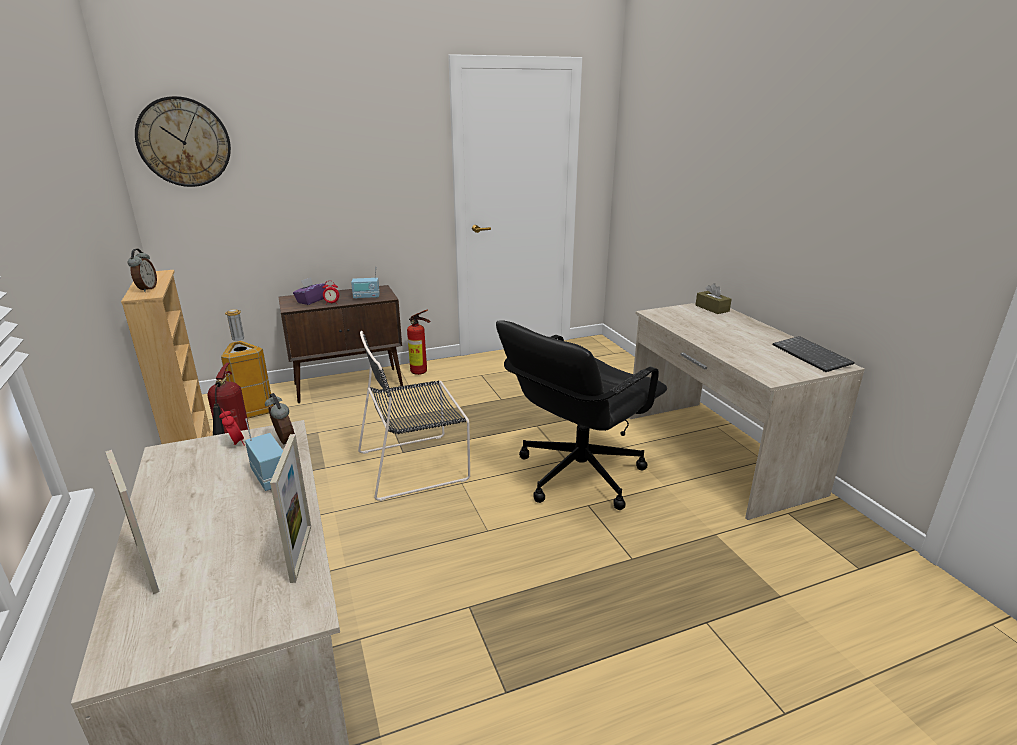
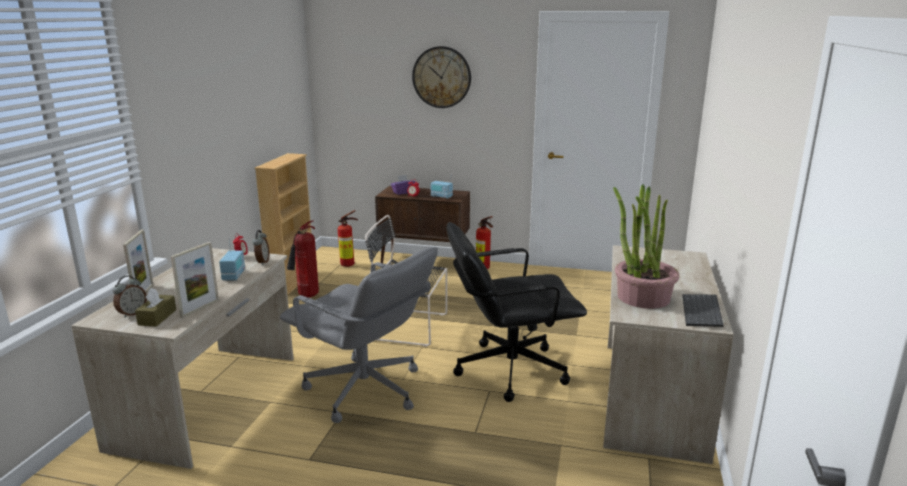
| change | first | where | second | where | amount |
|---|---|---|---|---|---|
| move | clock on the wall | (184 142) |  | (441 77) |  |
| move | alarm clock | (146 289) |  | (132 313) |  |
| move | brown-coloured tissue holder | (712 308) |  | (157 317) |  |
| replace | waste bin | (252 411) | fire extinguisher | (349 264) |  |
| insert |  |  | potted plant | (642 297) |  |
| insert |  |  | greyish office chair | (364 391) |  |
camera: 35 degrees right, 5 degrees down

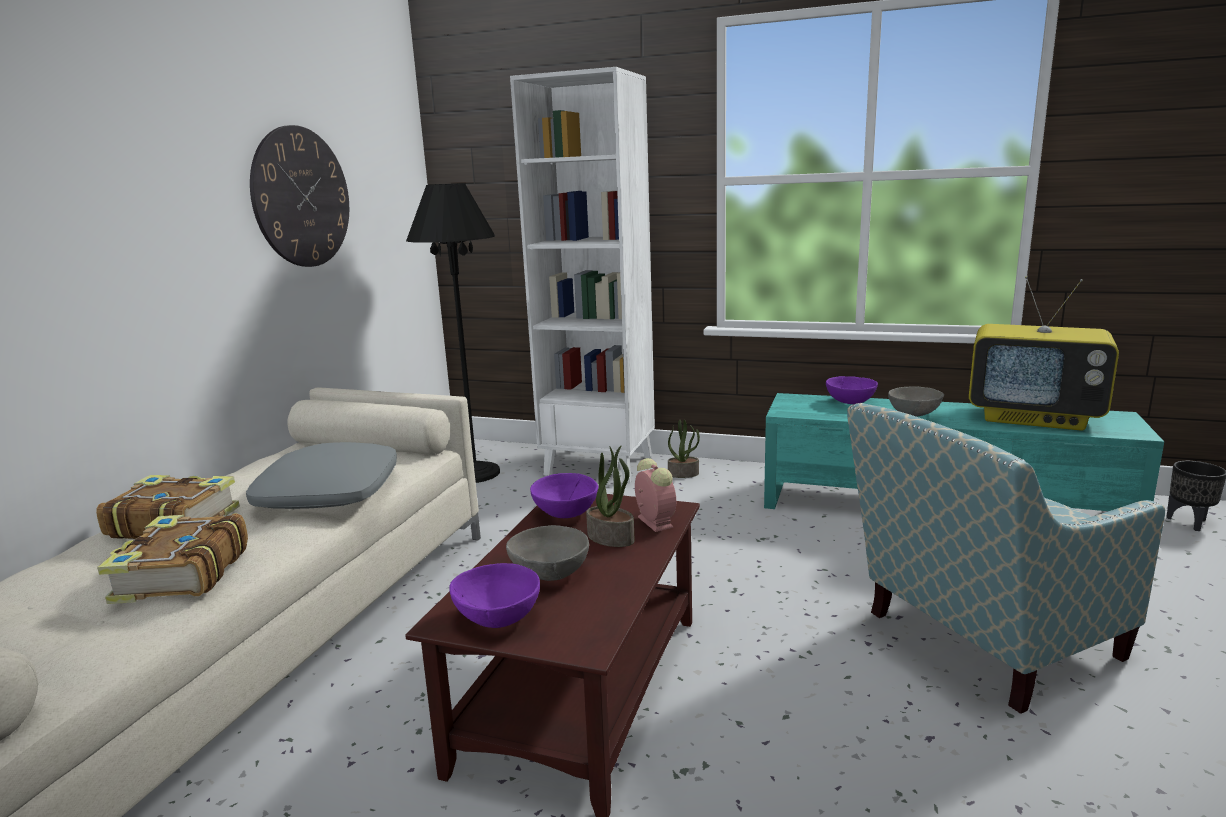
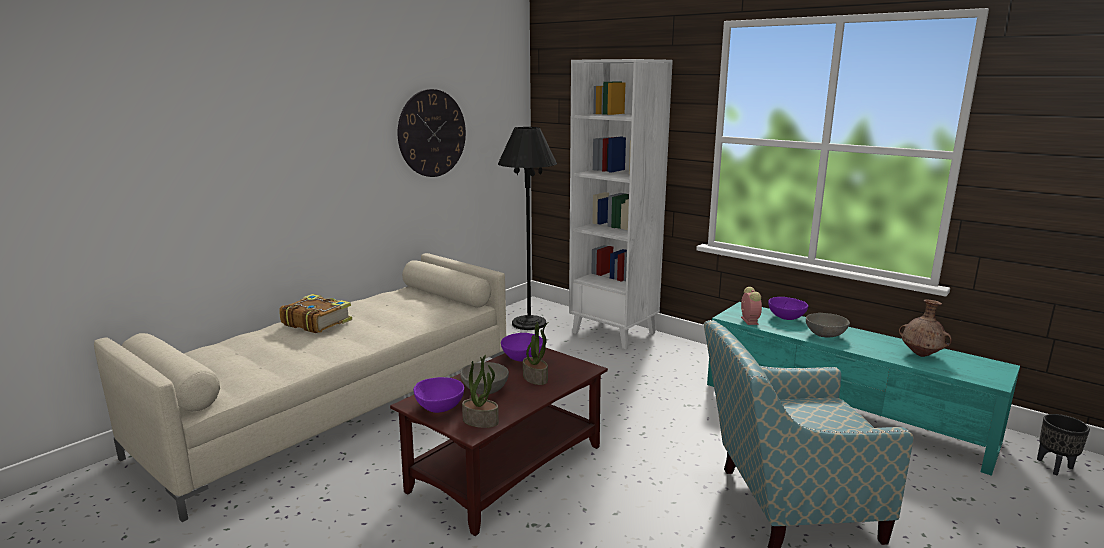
| change | first | where | second | where | amount |
|---|---|---|---|---|---|
| replace | television | (1034 418) | brown-coloured flower vase | (921 355) |  |
| move | potted plant | (683 474) |  | (481 421) |  |
| delete | greyish throw pillow | (328 493) |  |  |  |
| move | alarm clock | (653 521) |  | (748 320) |  |
| delete | bound book | (180 575) |  |  |  |
camera: 20 degrees right, 0 degrees up

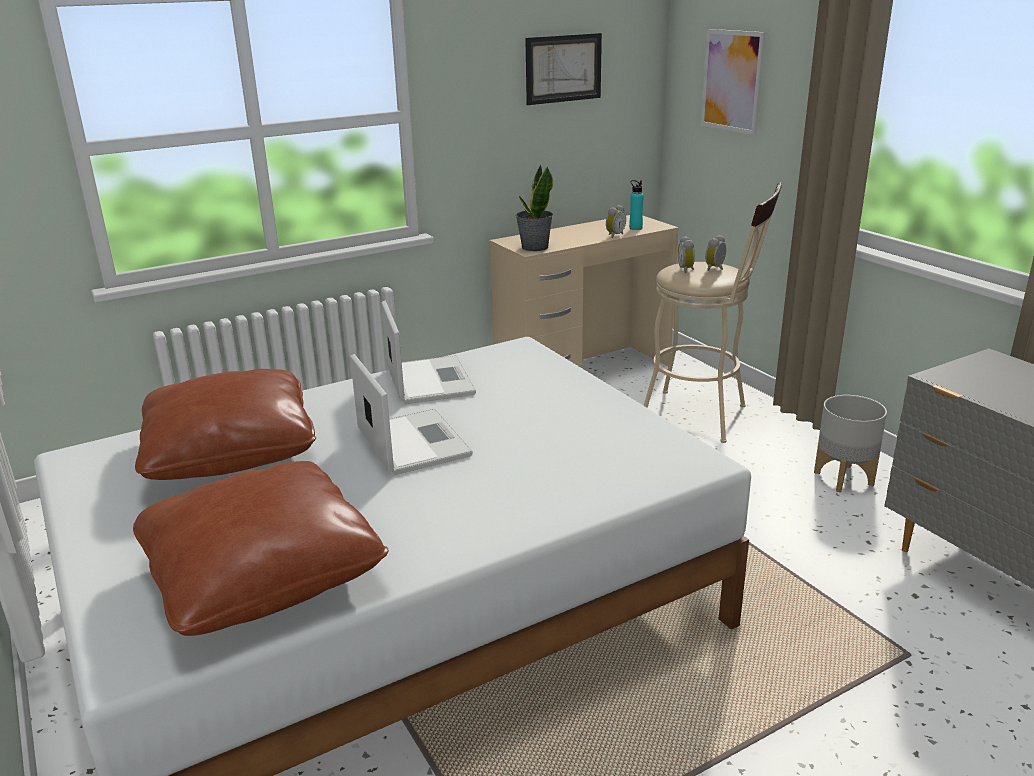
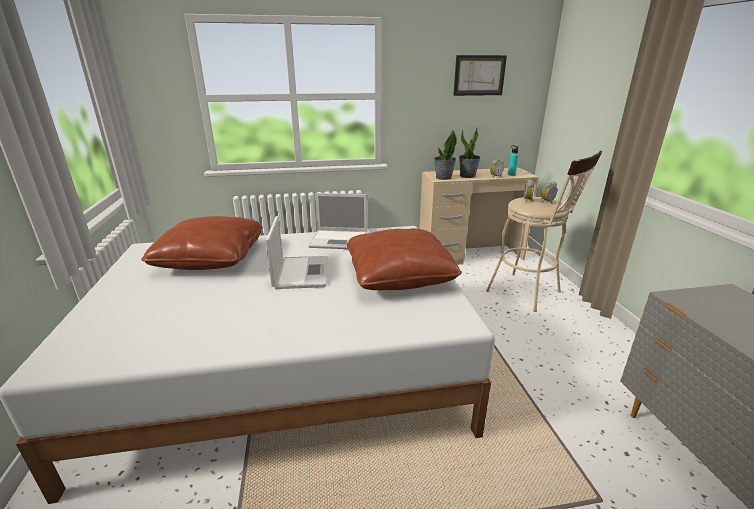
| change | first | where | second | where | amount |
|---|---|---|---|---|---|
| delete | wall art | (732 81) |  |  |  |
| rotate | laptop | (429 380) |  | (340 240) | 90 degrees clockwise |
| delete | greyish plant pot | (844 478) |  |  |  |
| move | brown-coloured throw pillow | (263 574) |  | (399 275) |  |
| insert |  |  | potted plant | (467 176) |  |
camera: 20 degrees right, 0 degrees up

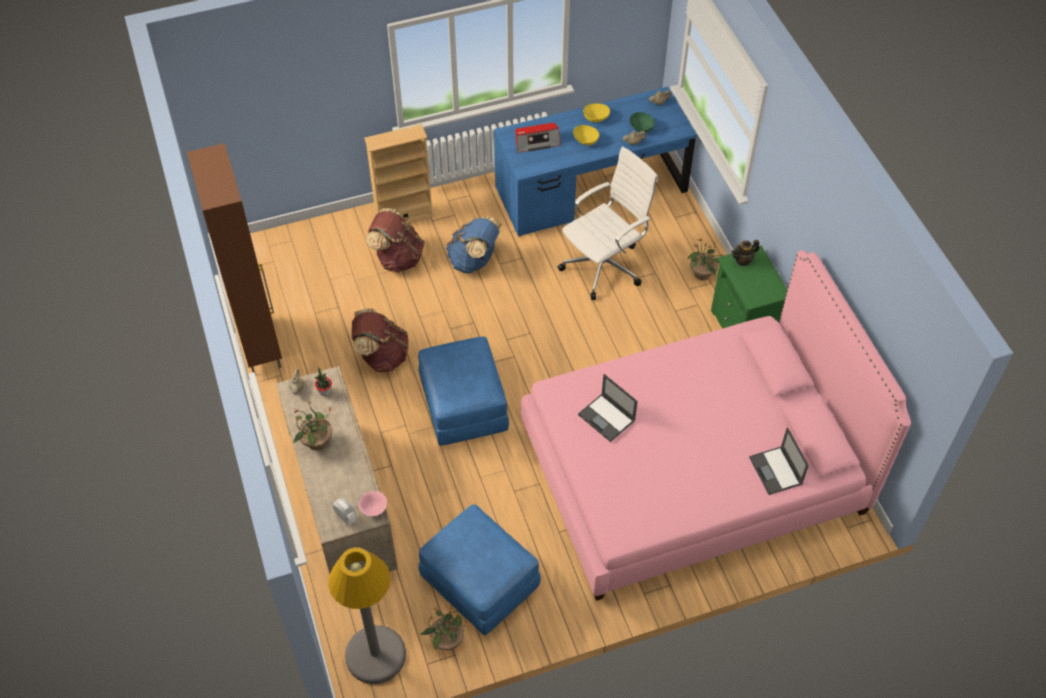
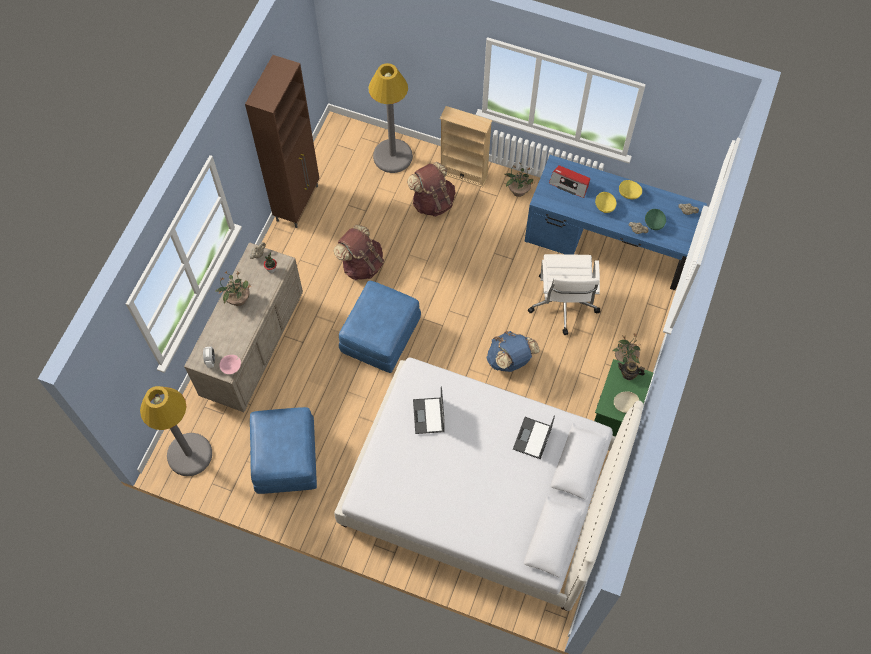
| change | first | where | second | where | amount |
|---|---|---|---|---|---|
| rotate | white office chair | (605 266) |  | (563 304) | 90 degrees clockwise |
| move | bluish backpack | (474 261) |  | (510 360) |  |
| recolor | pinkish bedroom bed | (693 469) | white bedroom bed | (482 490) |  |
| move | laptop | (776 471) |  | (532 438) |  |
| move | potted plant | (446 640) |  | (518 190) |  |
| insert |  |  | greyish standard lamp | (393 156) |  |
| insert |  |  | sand-coloured serving bowl | (625 405) |  |
camera: 40 degrees right, 10 degrees up

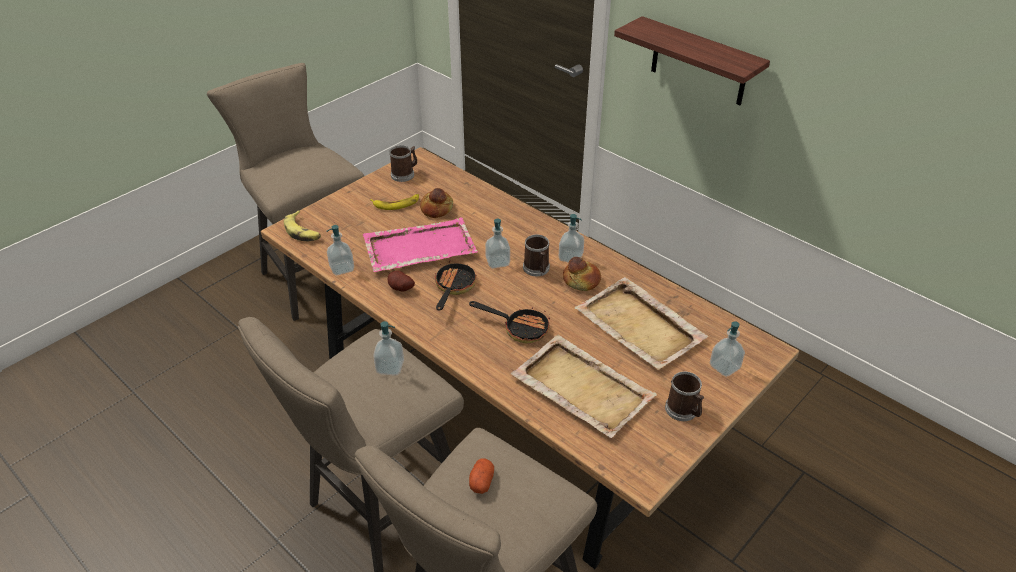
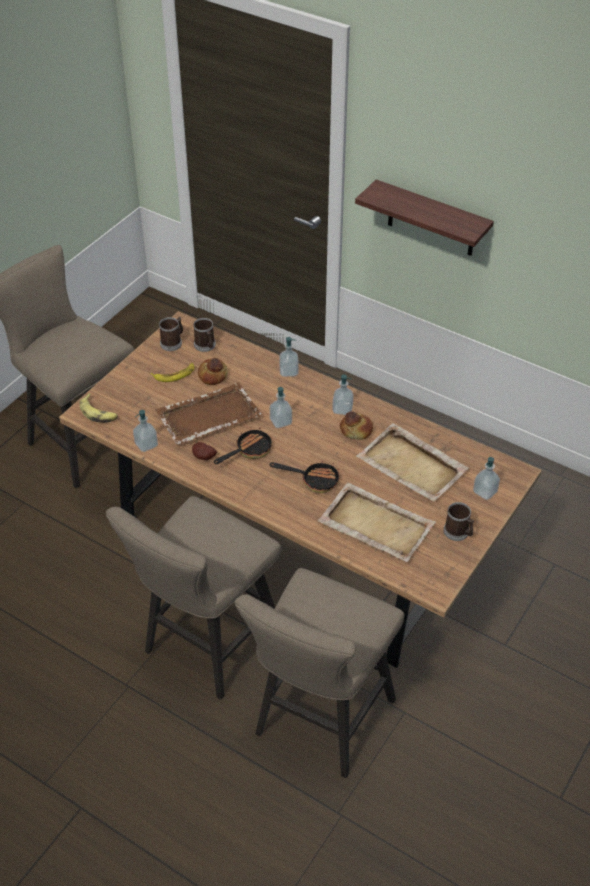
| change | first | where | second | where | amount |
|---|---|---|---|---|---|
| recolor | pinkish carrying tray | (418 248) | brown-coloured carrying tray | (208 416) |  |
| move | coffee mug | (537 269) |  | (206 346) |  |
| rotate | skillet | (453 288) |  | (249 450) | 45 degrees clockwise |
| move | soap dispenser | (390 367) |  | (289 371) |  |
| delete | whole potato | (481 481) |  |  |  |
camera: 10 degrees left, 5 degrees up

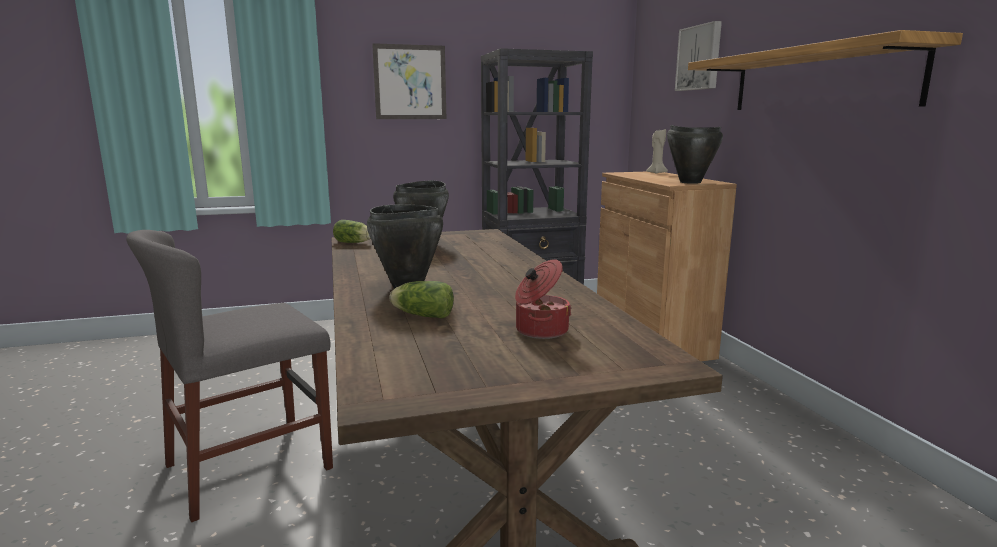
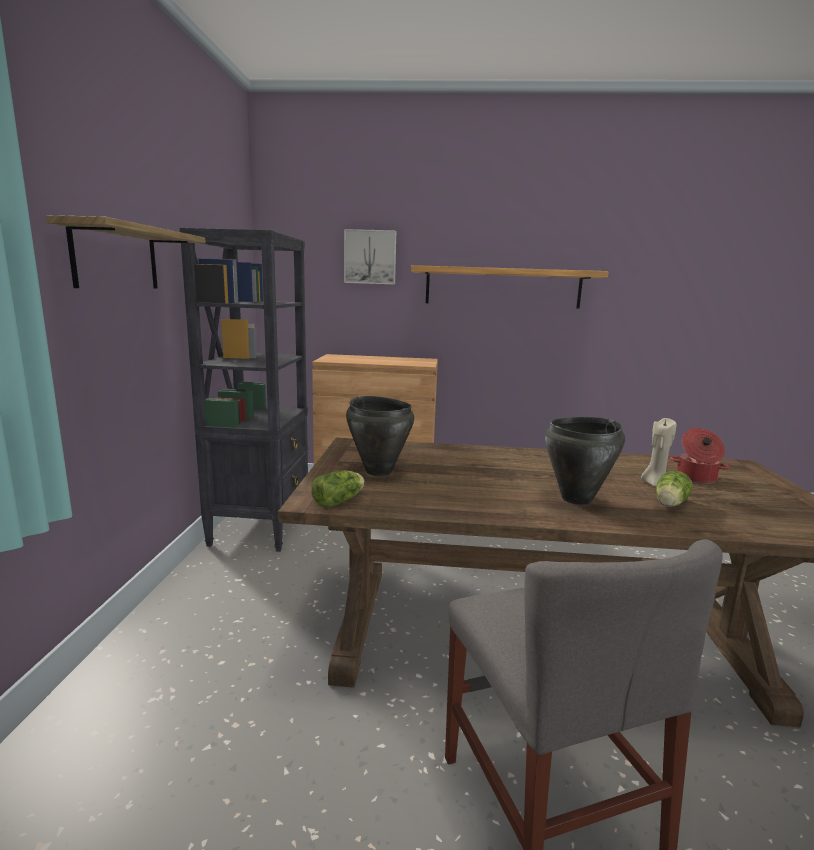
| change | first | where | second | where | amount |
|---|---|---|---|---|---|
| replace | wall art | (410 82) | shelf | (116 258) |  |
| delete | black cooking pot | (690 182) |  |  |  |
| move | sand-coloured wax light | (656 173) |  | (654 483) |  |
camera: 70 degrees left, 0 degrees up

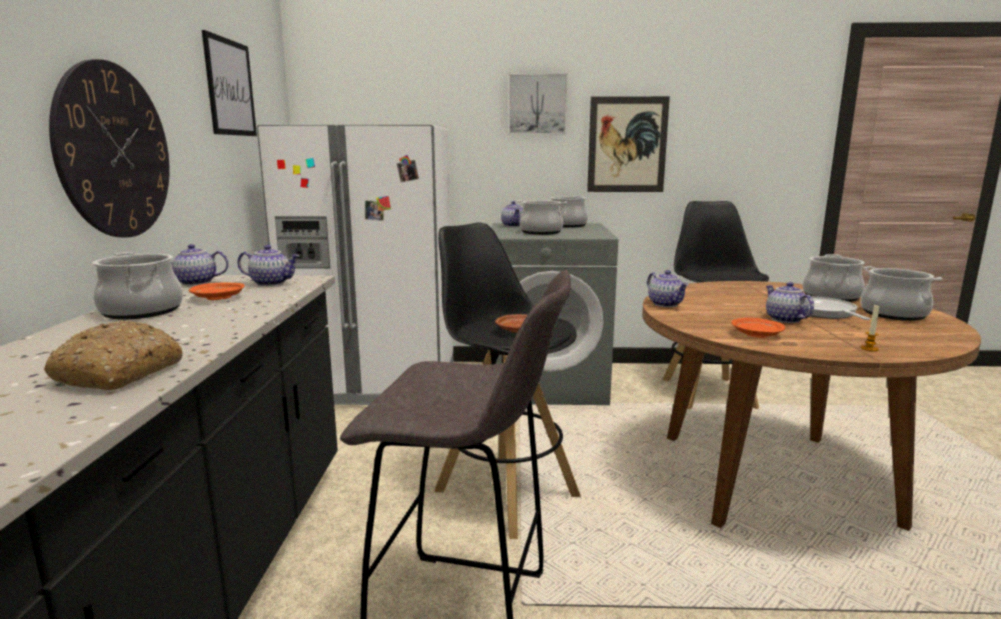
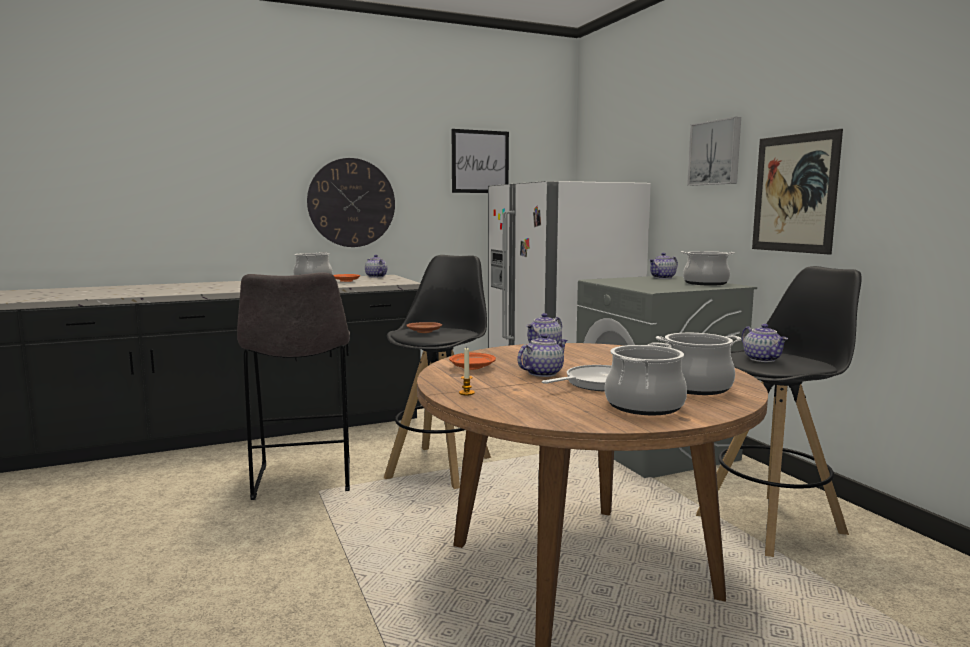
| change | first | where | second | where | amount |
|---|---|---|---|---|---|
| delete | cooking pot | (541 232) |  |  |  |
| move | teapot | (271 283) |  | (763 359) |  |
| delete | bread | (120 373) |  |  |  |
camera: 65 degrees right, 5 degrees down

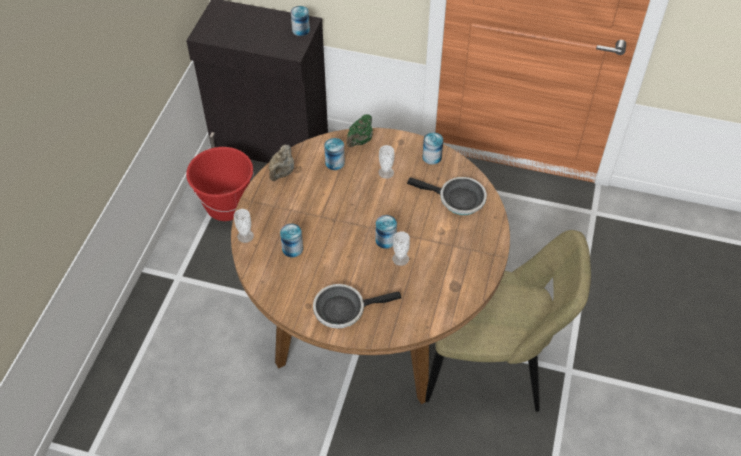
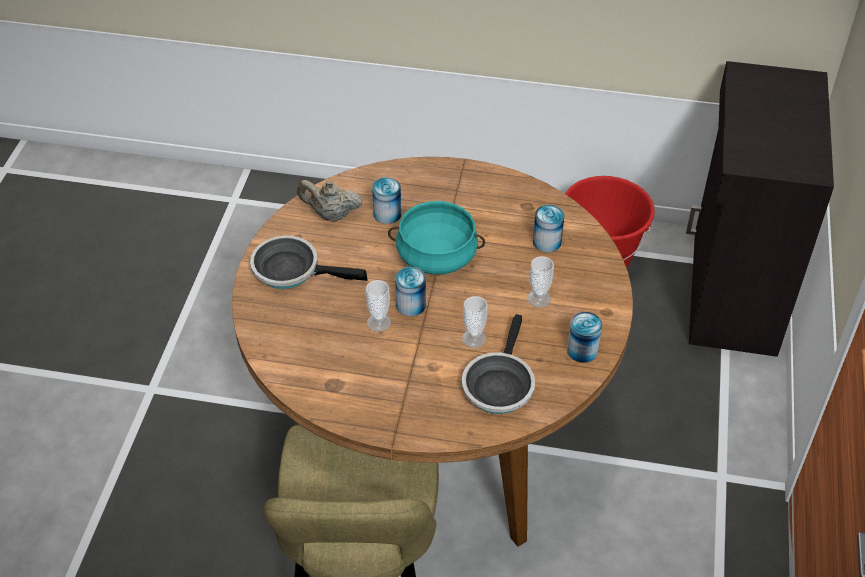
| change | first | where | second | where | amount |
|---|---|---|---|---|---|
| delete | can | (301 30) |  |  |  |
| delete | green teapot | (359 141) |  |  |  |
| move | sand-coloured teapot | (282 173) |  | (330 215) |  |
| move | cup | (245 236) |  | (474 338) |  |
| rotate | skillet | (343 309) |  | (292 270) | 60 degrees counterclockwise |
| insert |  |  | blue-green cooking pot | (436 257) |  |
camera: 85 degrees right, 5 degrees down

